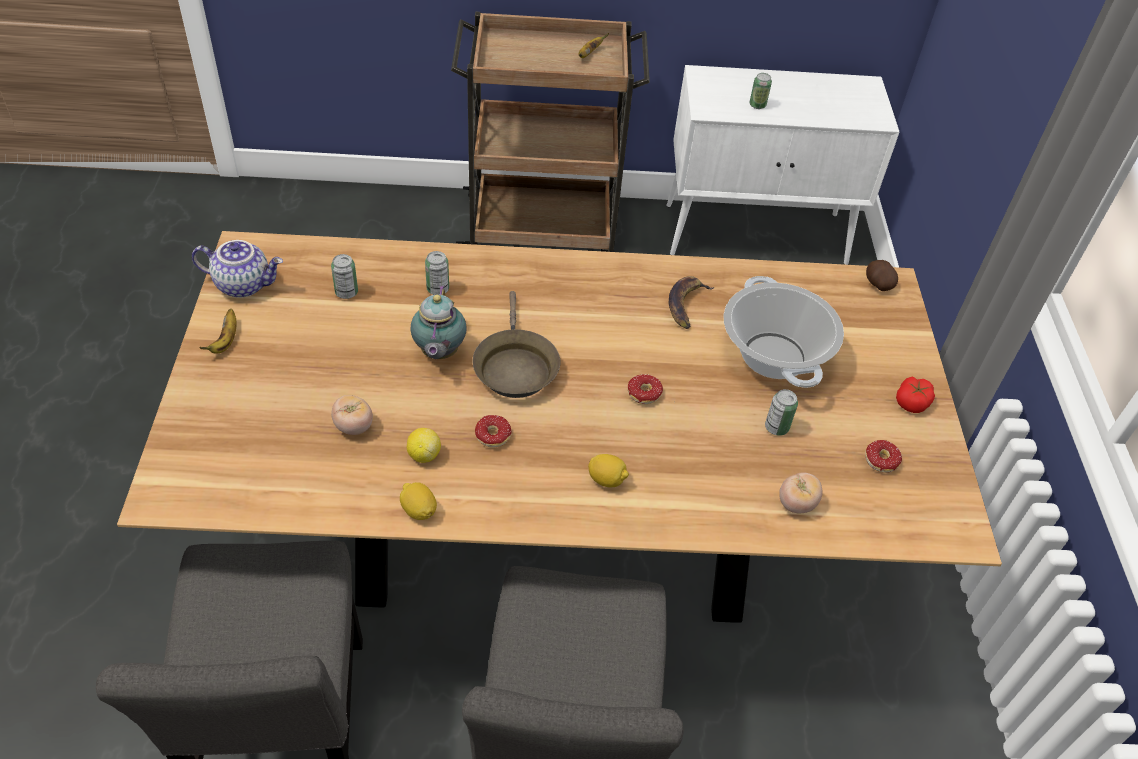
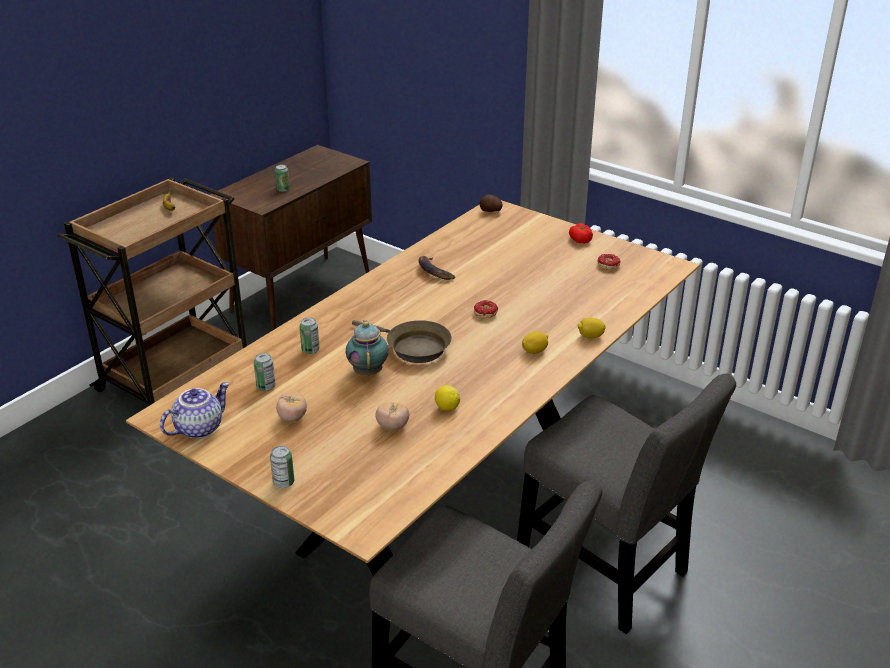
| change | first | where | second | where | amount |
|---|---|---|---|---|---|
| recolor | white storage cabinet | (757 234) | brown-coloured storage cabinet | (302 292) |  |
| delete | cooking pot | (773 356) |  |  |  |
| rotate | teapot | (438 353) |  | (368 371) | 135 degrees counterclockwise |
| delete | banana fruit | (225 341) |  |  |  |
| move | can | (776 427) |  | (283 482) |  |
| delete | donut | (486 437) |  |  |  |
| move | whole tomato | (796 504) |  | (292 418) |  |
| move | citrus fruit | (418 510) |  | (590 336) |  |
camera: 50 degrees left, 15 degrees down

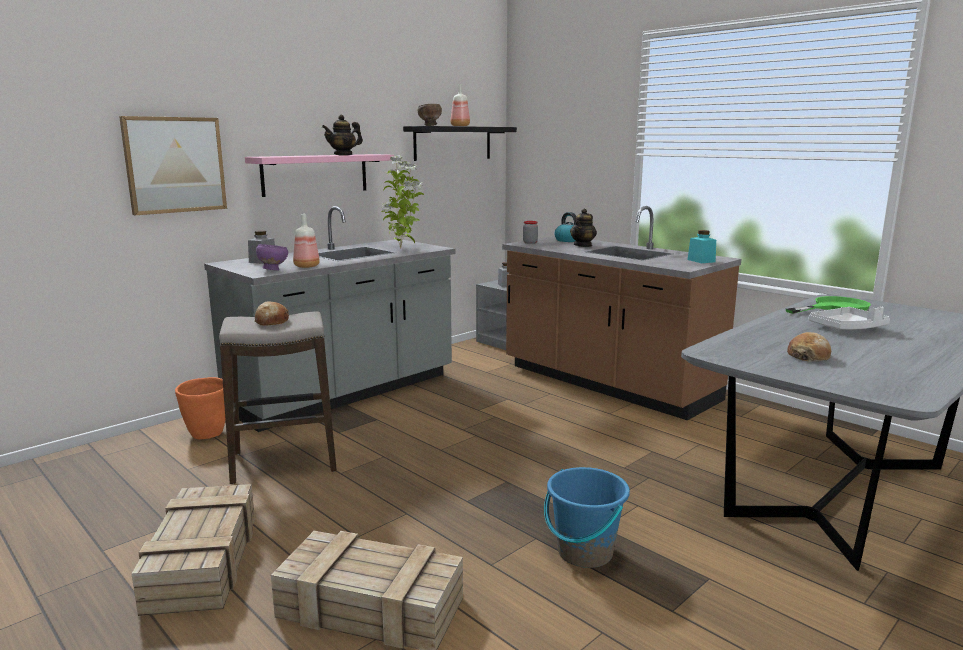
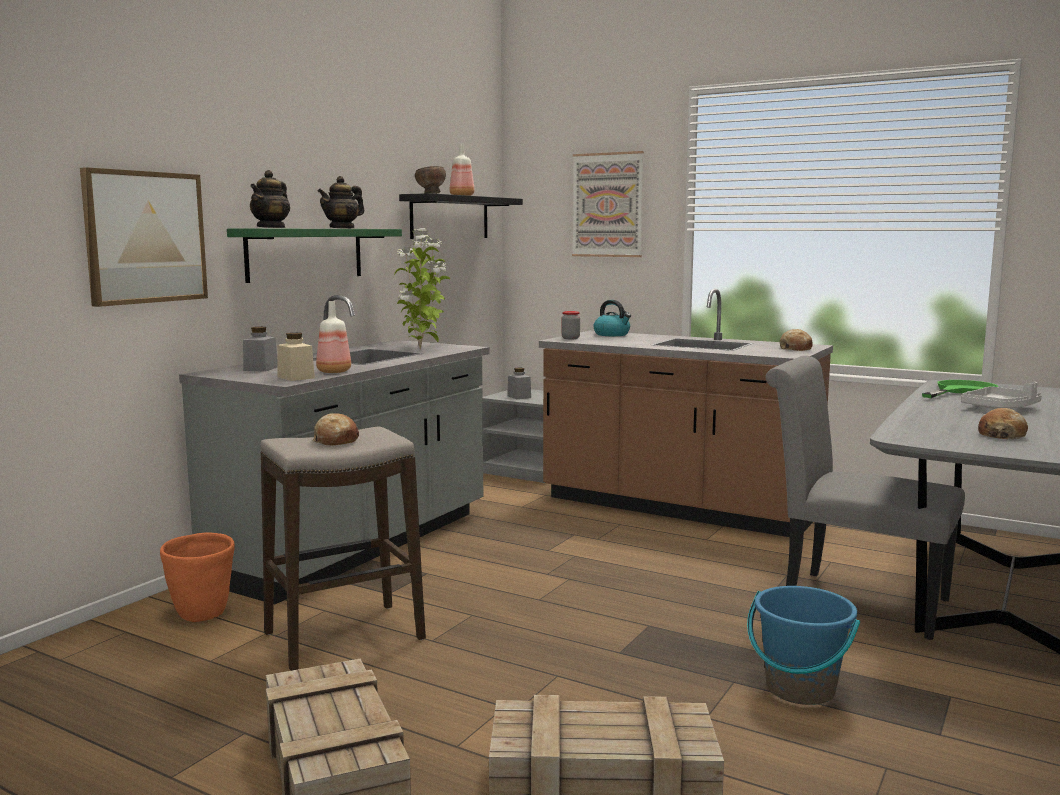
| change | first | where | second | where | amount |
|---|---|---|---|---|---|
| recolor | pinkish shelf | (315 174) | green shelf | (305 254) |  |
| move | teapot | (583 245) |  | (271 228) |  |
| replace | blue-green jar | (701 261) | bread | (795 348) |  |
| replace | purple-coloured serving bowl | (273 270) | sand-coloured jar | (296 377) |  |
| insert |  |  | wall art | (607 205) |  |
| insert |  |  | greyish chair | (853 601) |  |
camera: 15 degrees left, 5 degrees down

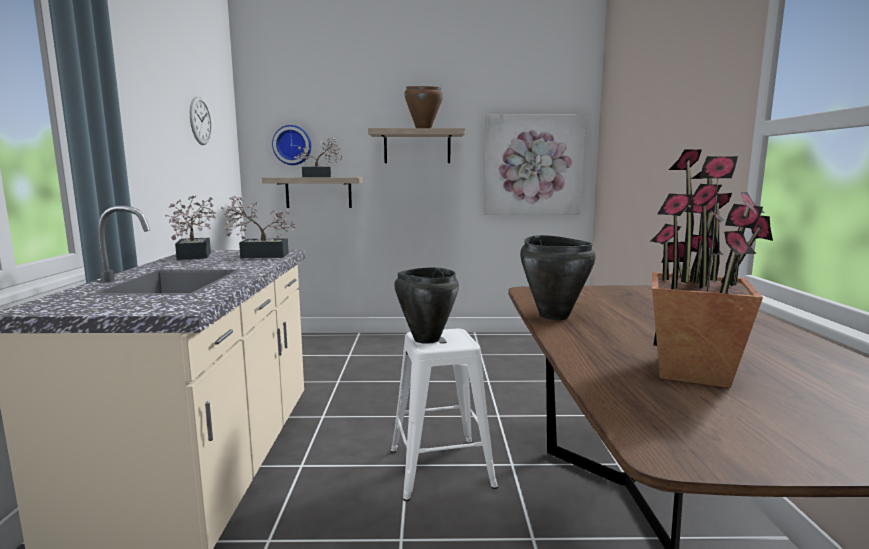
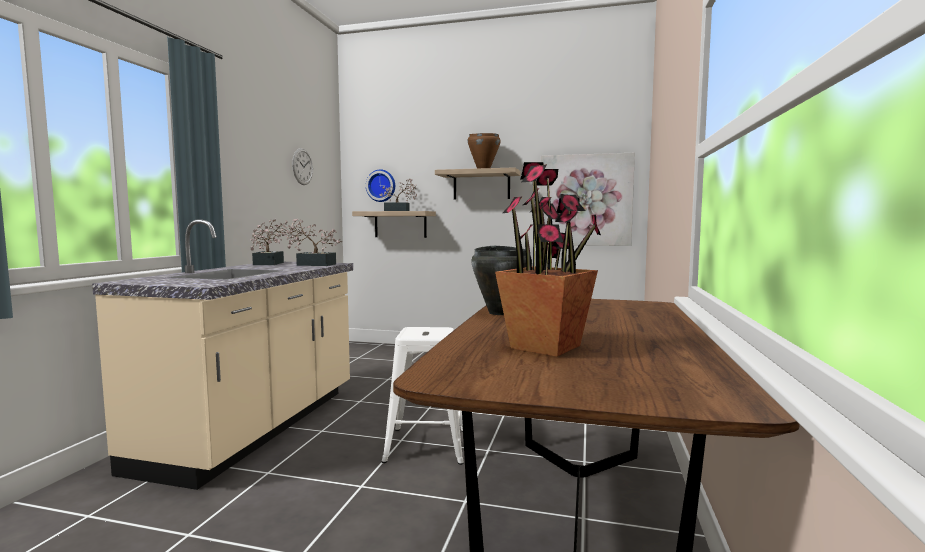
| change | first | where | second | where | amount |
|---|---|---|---|---|---|
| delete | black cooking pot | (426 339) |  |  |  |
camera: 15 degrees right, 5 degrees down

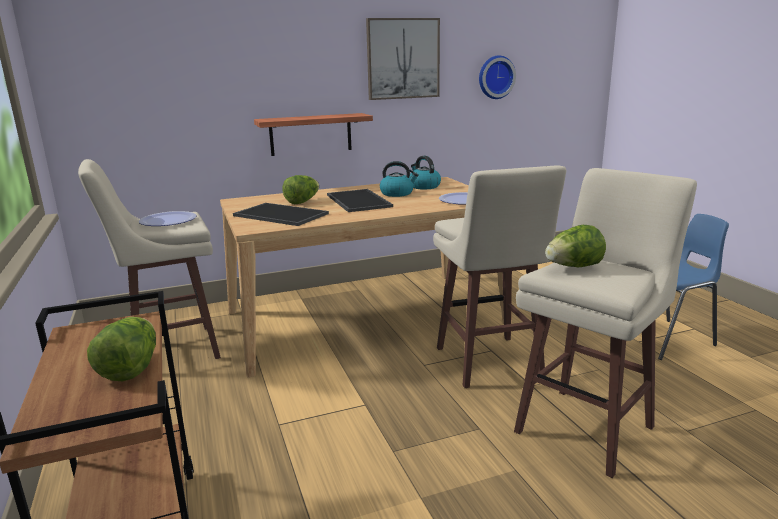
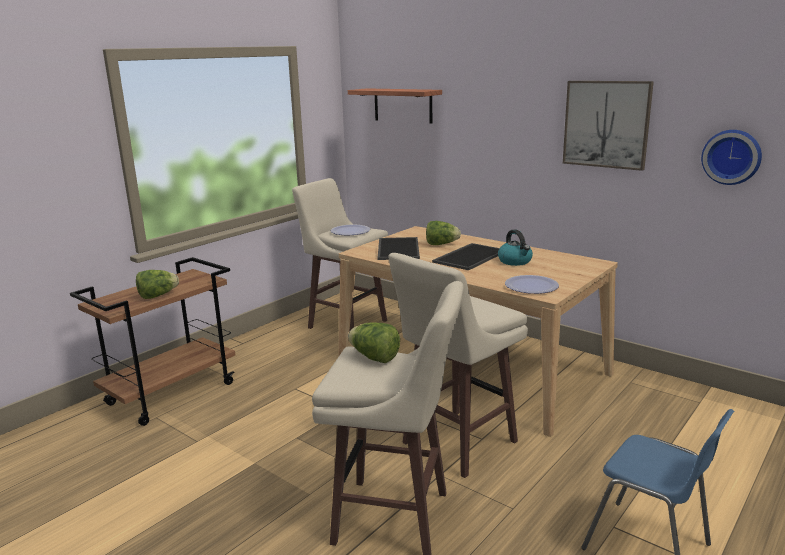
| change | first | where | second | where | amount |
|---|---|---|---|---|---|
| move | shelf | (311 134) |  | (403 105) |  |
| delete | tea kettle | (424 186) |  |  |  |
camera: 60 degrees right, 0 degrees up

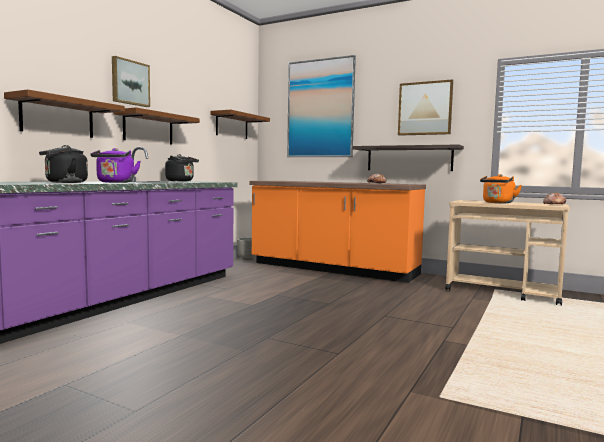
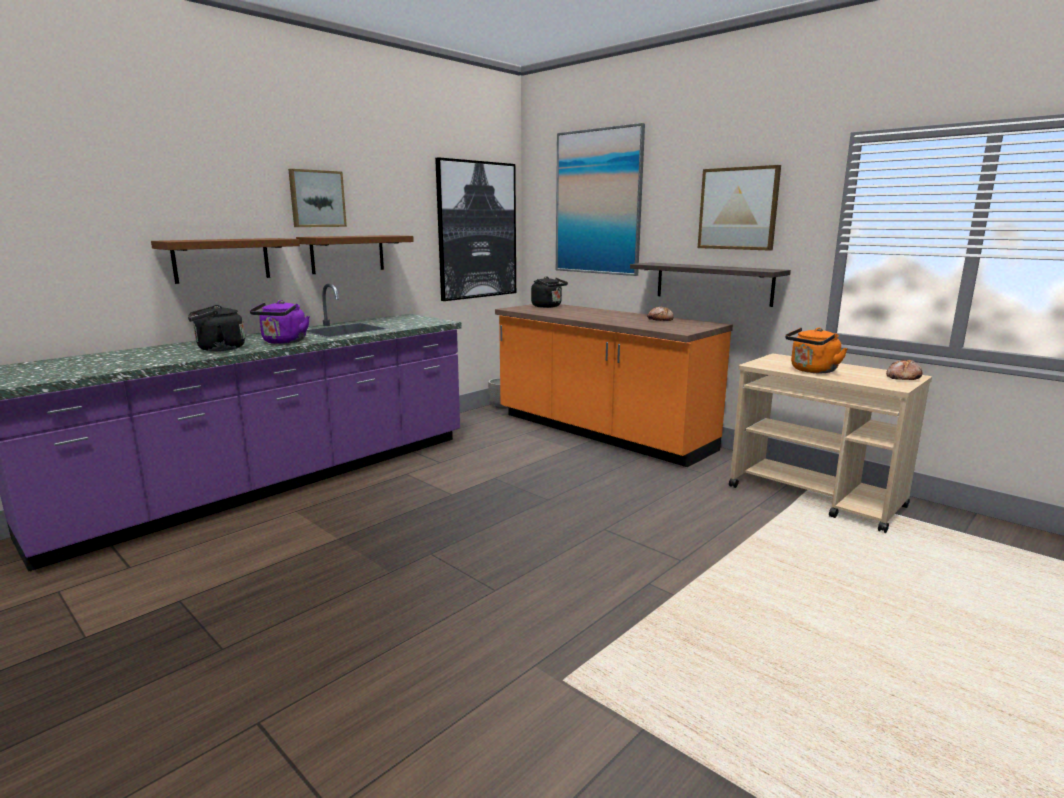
| change | first | where | second | where | amount |
|---|---|---|---|---|---|
| replace | brown-coloured shelf | (232 126) | wall art | (477 230) |  |
| move | black tea kettle | (181 181) |  | (548 306) |  |
camera: 15 degrees right, 10 degrees up

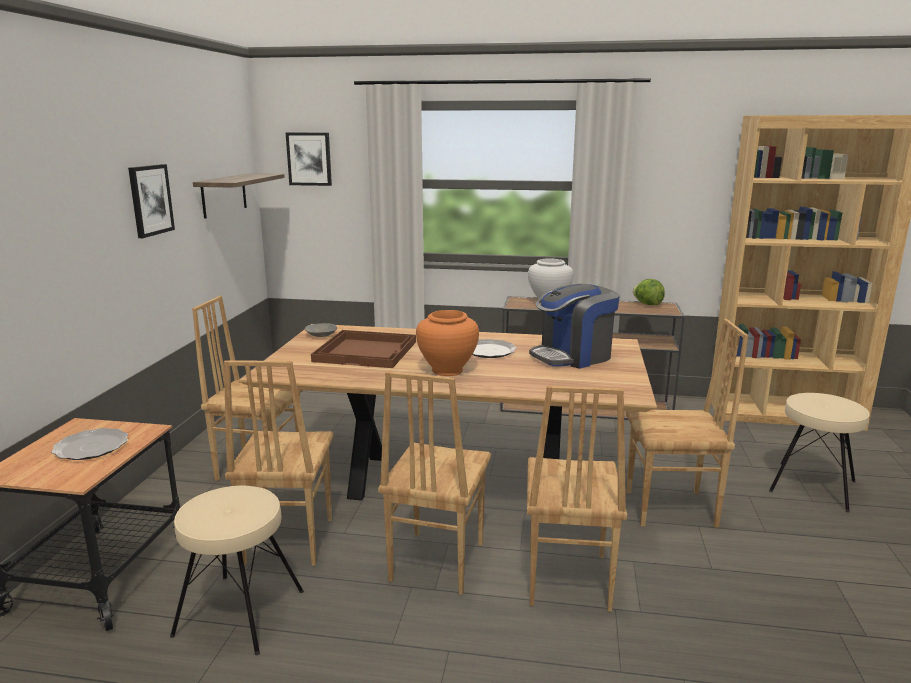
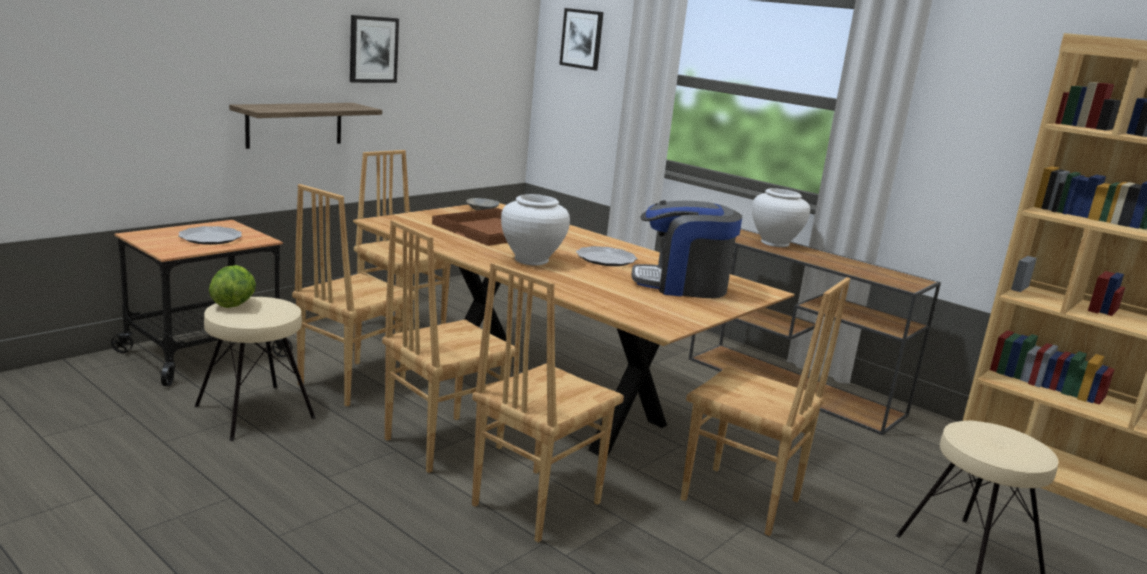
| change | first | where | second | where | amount |
|---|---|---|---|---|---|
| move | shelf | (224 195) |  | (294 124) |  |
| move | lettuce | (647 304) |  | (234 304) |  |
| recolor | orange-coloured flower vase | (447 370) | white flower vase | (531 260) |  |
camera: 30 degrees right, 0 degrees up

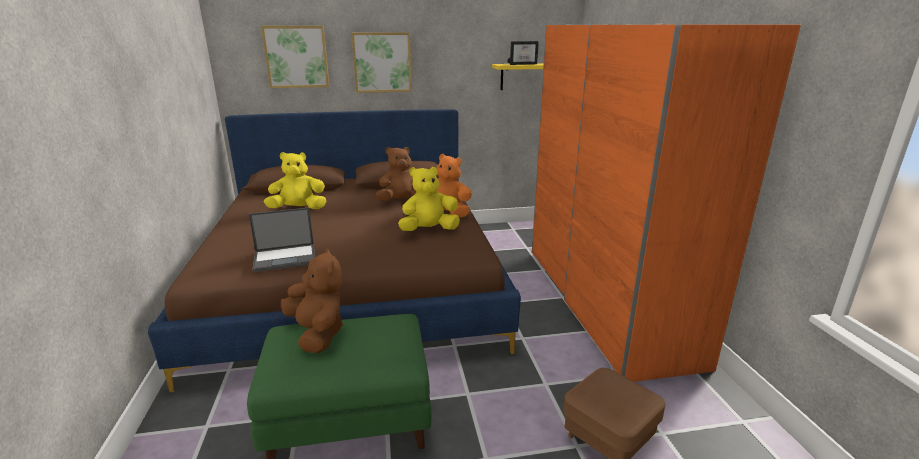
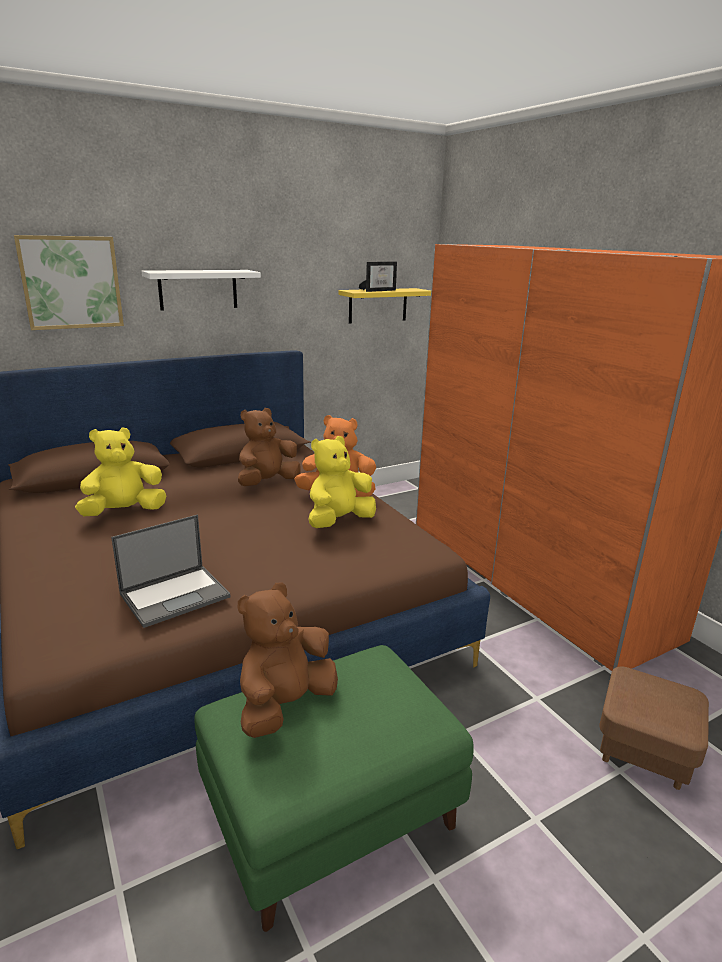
| change | first | where | second | where | amount |
|---|---|---|---|---|---|
| replace | wall art | (382 62) | white shelf | (198 289) |  |
| rotate | brown-coloured soft toy | (317 334) |  | (285 705) | 90 degrees counterclockwise |
camera: 20 degrees left, 0 degrees up

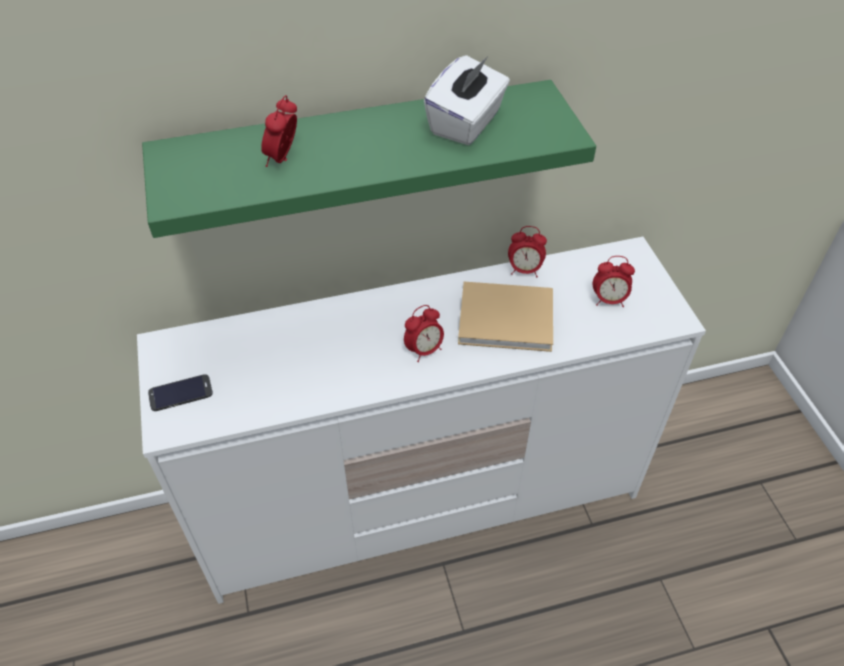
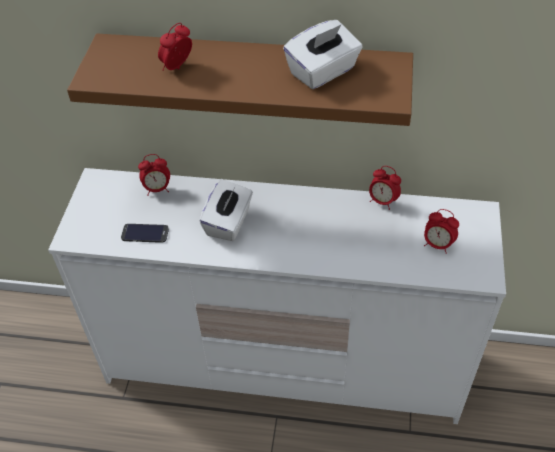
| change | first | where | second | where | amount |
|---|---|---|---|---|---|
| recolor | green shelf | (358 152) | brown-coloured shelf | (252 75) |  |
| delete | sand-coloured bound book | (509 319) |  |  |  |
| move | alarm clock | (424 350) |  | (157 189) |  |
| move | handset | (180 393) |  | (145 233) |  |
| insert |  |  | white tissue holder | (229 222) |  |
camera: 25 degrees right, 0 degrees up

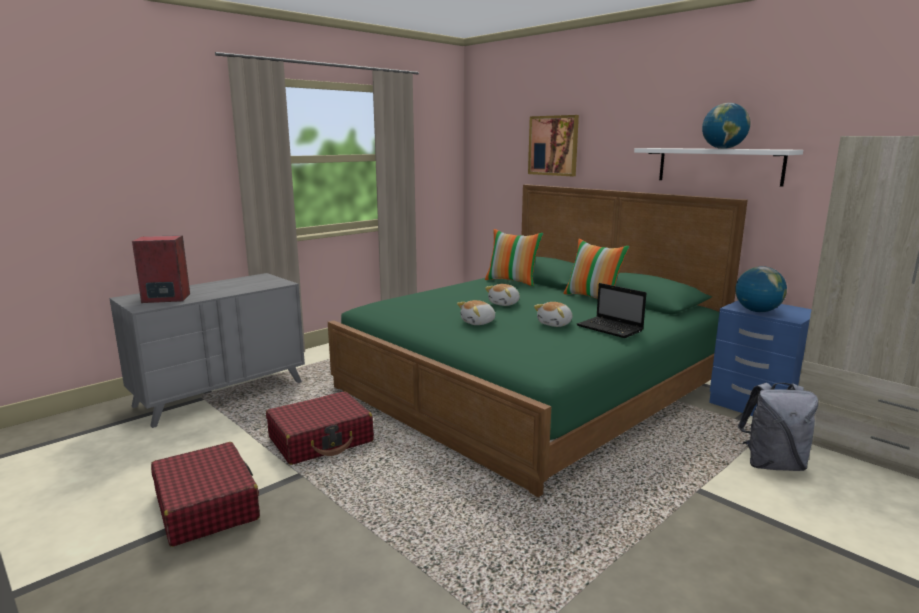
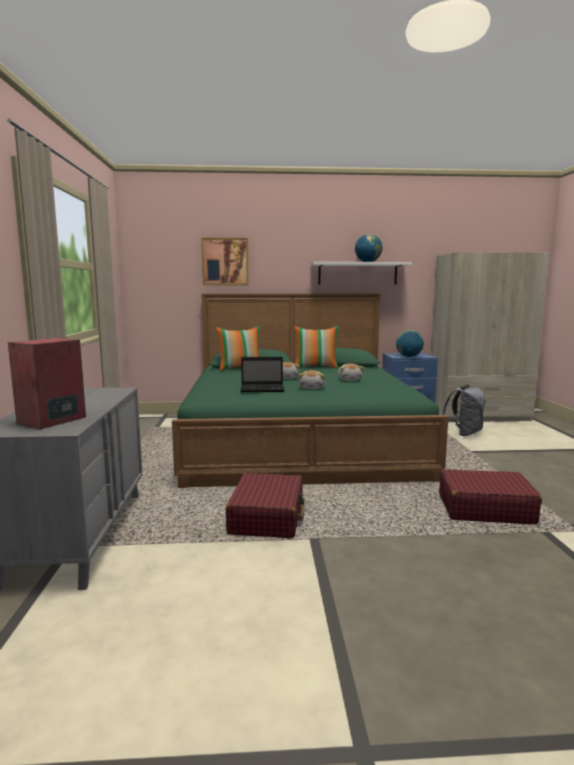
| change | first | where | second | where | amount |
|---|---|---|---|---|---|
| move | laptop | (611 328) |  | (263 389) |  |
| move | red-coloured suitcase | (207 506) |  | (484 509) |  |
camera: 50 degrees left, 5 degrees down

